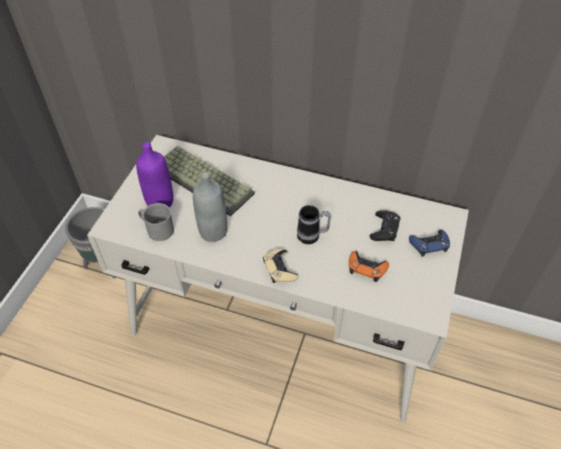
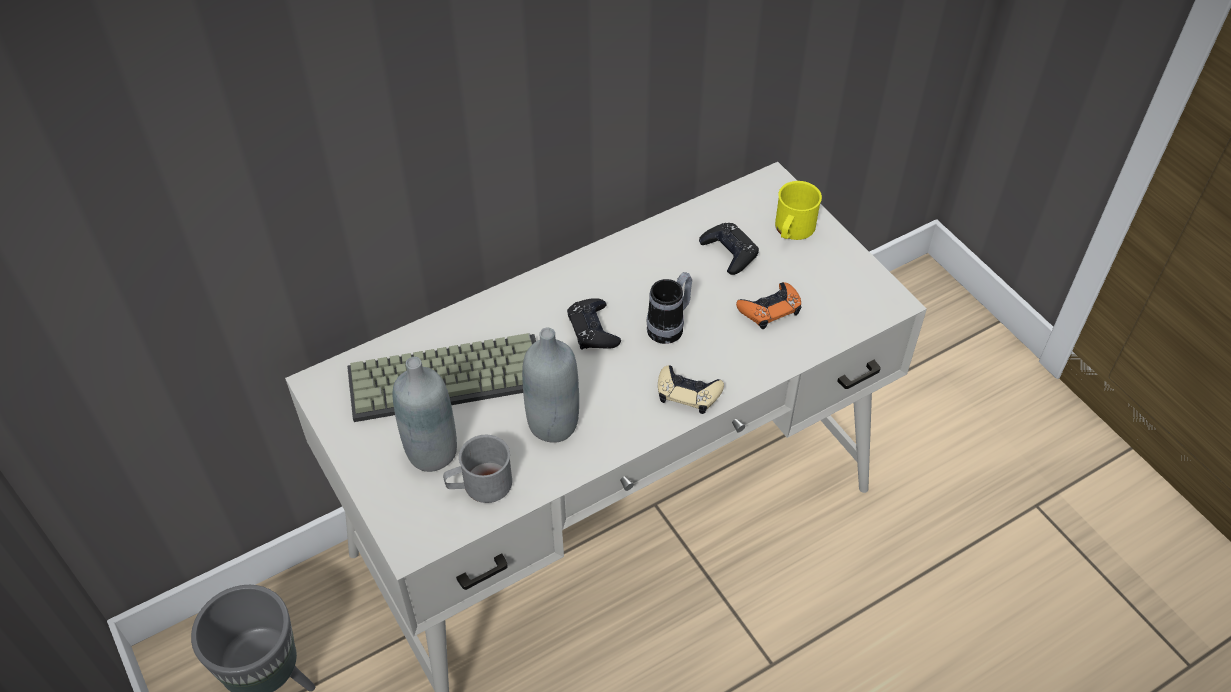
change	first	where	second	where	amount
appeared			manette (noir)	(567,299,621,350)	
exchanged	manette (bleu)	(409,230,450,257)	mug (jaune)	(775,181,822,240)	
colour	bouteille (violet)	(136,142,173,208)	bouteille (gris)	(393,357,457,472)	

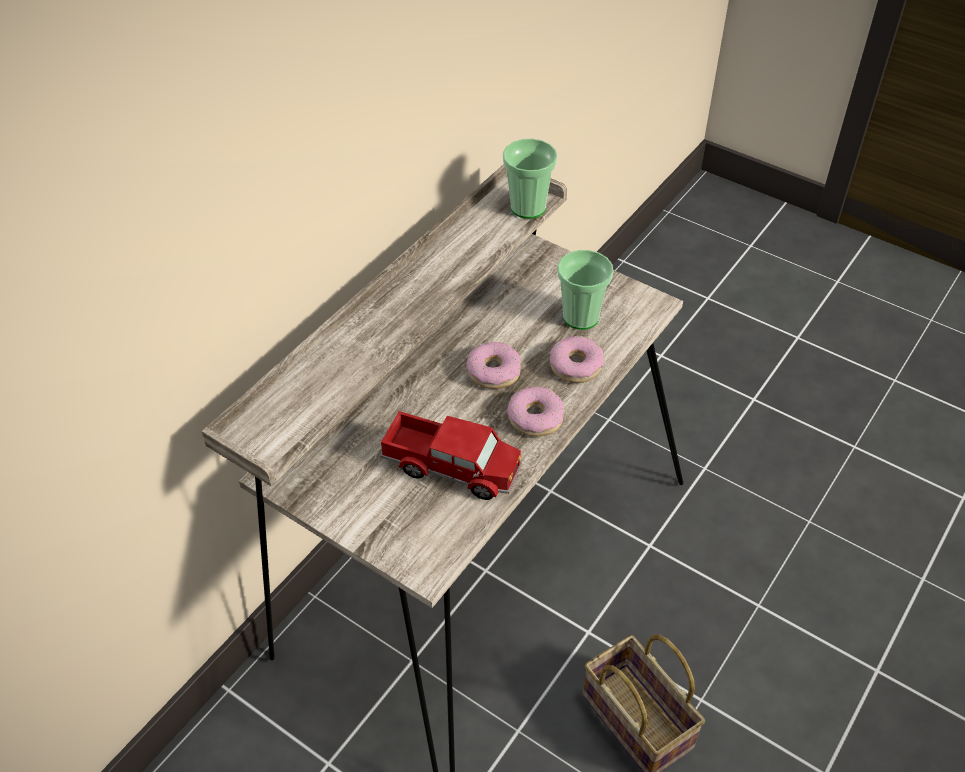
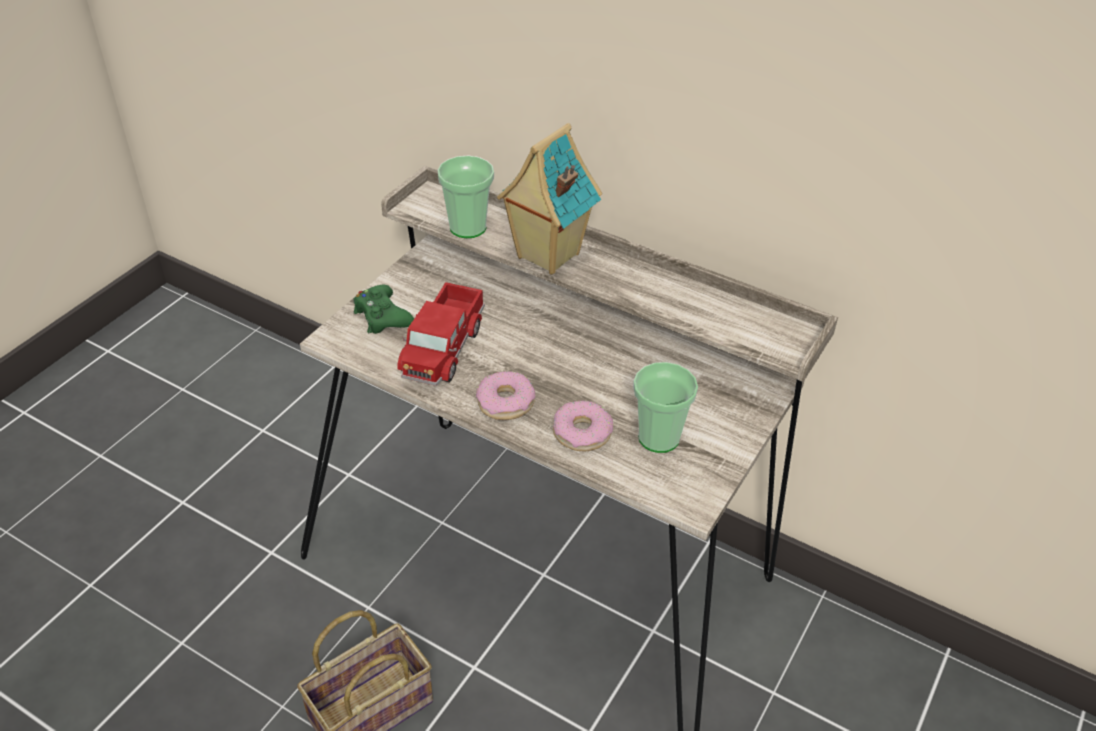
change	first	where	second	where	amount
missing	beignet	(466,342,521,389)			
appeared			manette (vert)	(353,284,414,334)	
appeared			maison miniature	(497,123,602,274)	
relocated	tasse	(503,139,558,219)		(437,156,494,238)	

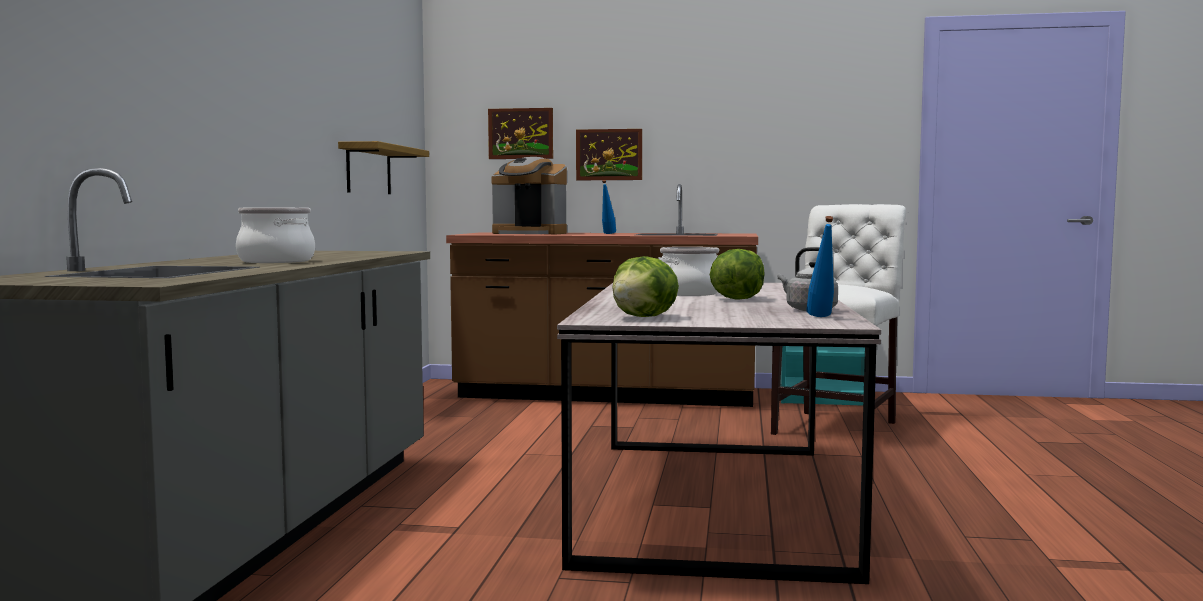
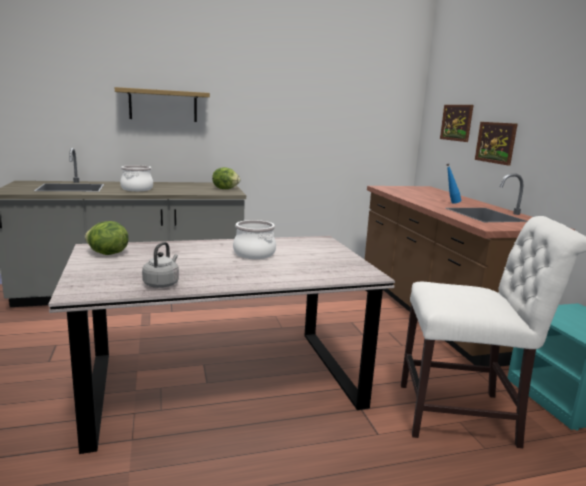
change	first	where	second	where	amount
missing	machine à café	(492,157,567,234)			
missing	bouteille (bleu)	(807,216,834,317)			
relocated	étagère	(338,141,429,194)		(115,87,210,122)	
relocated	laitue	(710,249,765,300)		(212,167,240,189)	

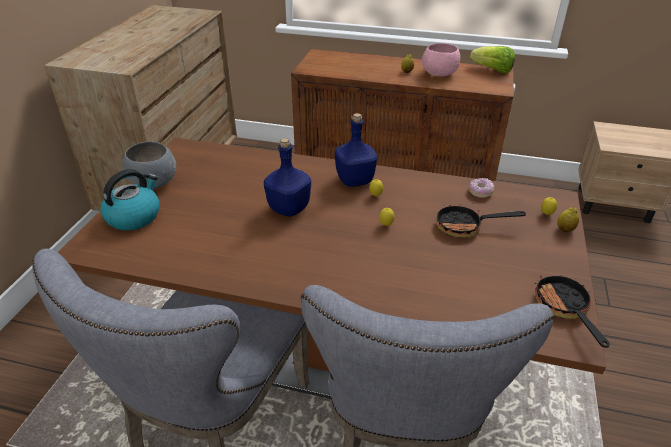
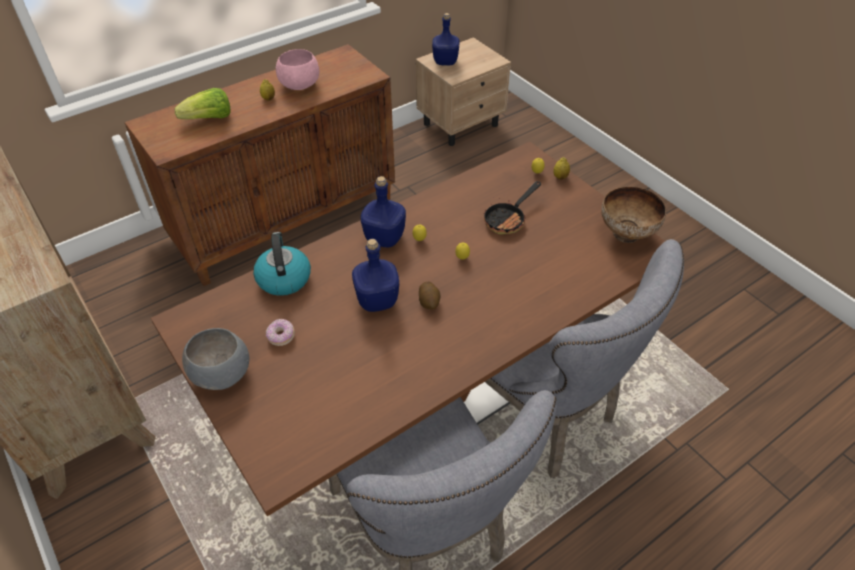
change	first	where	second	where	amount
appeared			pomme de terre	(419,282,441,310)	
appeared			bouteille (bleu)	(432,13,459,66)	
relocated	bouilloire	(100,169,159,230)		(253,232,311,296)	
relocated	beignet	(469,178,494,198)		(266,319,295,346)	
relocated	laitue	(470,46,515,74)		(175,88,230,119)	
exchanged	poêle	(535,269,610,348)	bol	(601,186,666,243)	

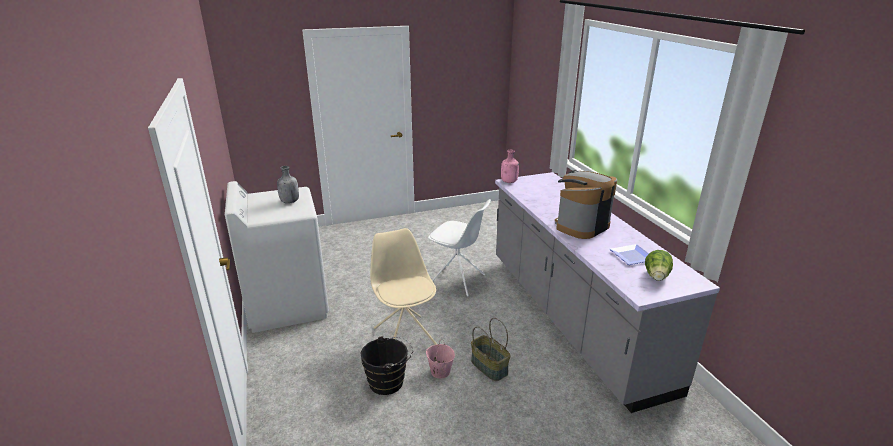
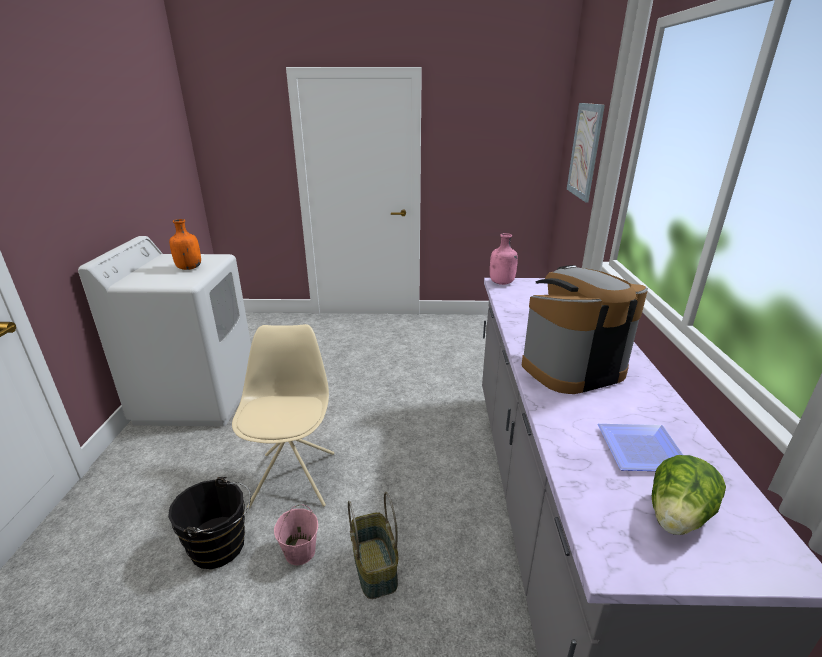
change	first	where	second	where	amount
missing	chaise (blanc)	(428,199,491,297)			
appeared			tableau	(567,103,605,202)	
colour	bouteille (gris)	(277,166,299,203)	bouteille (orange)	(169,219,201,270)	

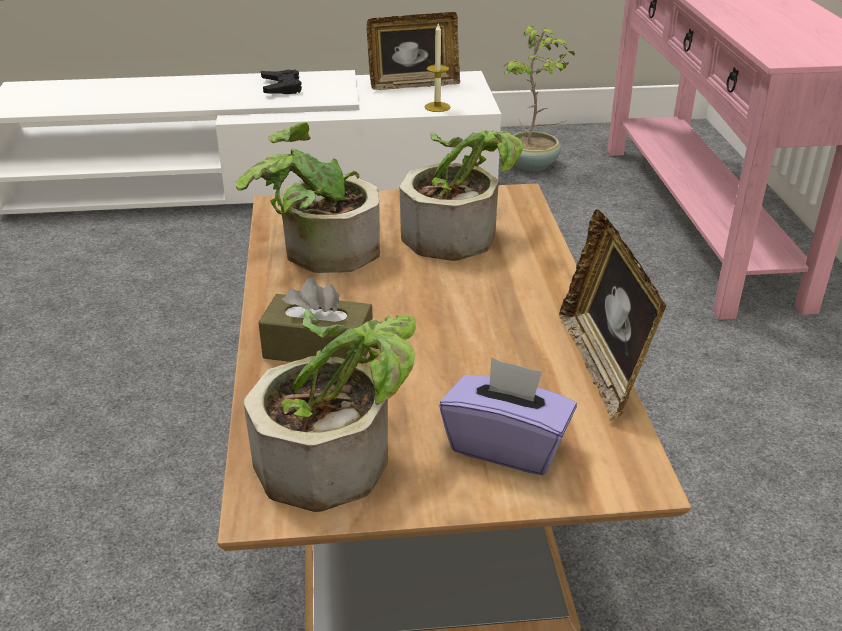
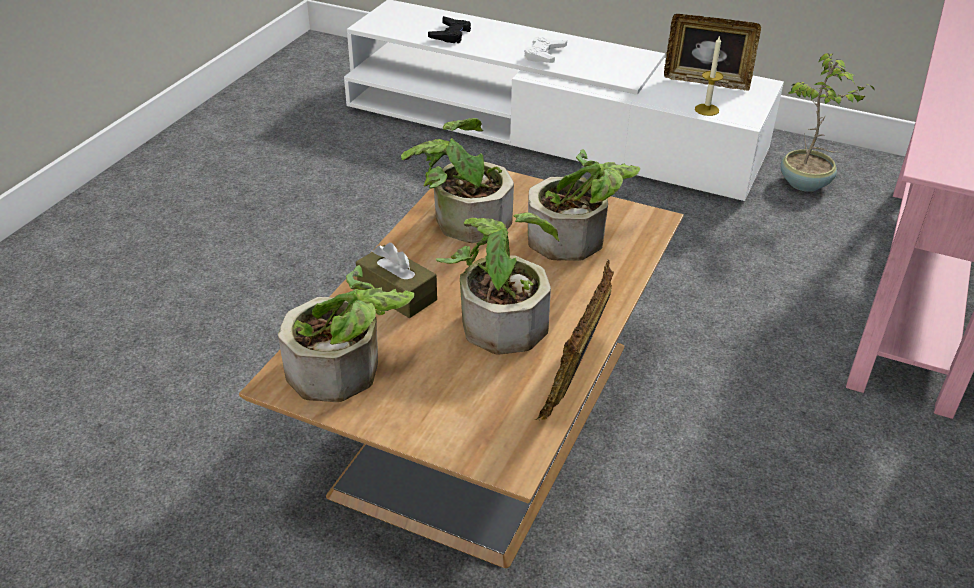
change	first	where	second	where	amount
missing	boîte à mouchoirs (violet)	(439,357,577,475)			
appeared			plante en pot	(436,212,560,355)	
appeared			manette (blanc)	(524,37,567,63)	
relocated	manette (noir)	(261,70,302,94)		(428,16,471,43)	

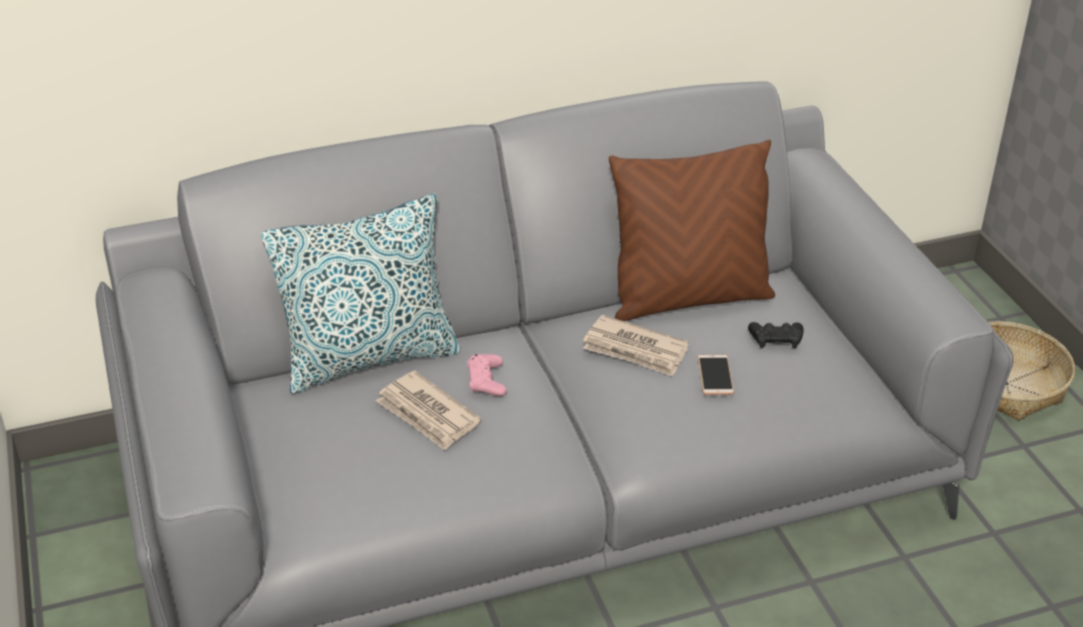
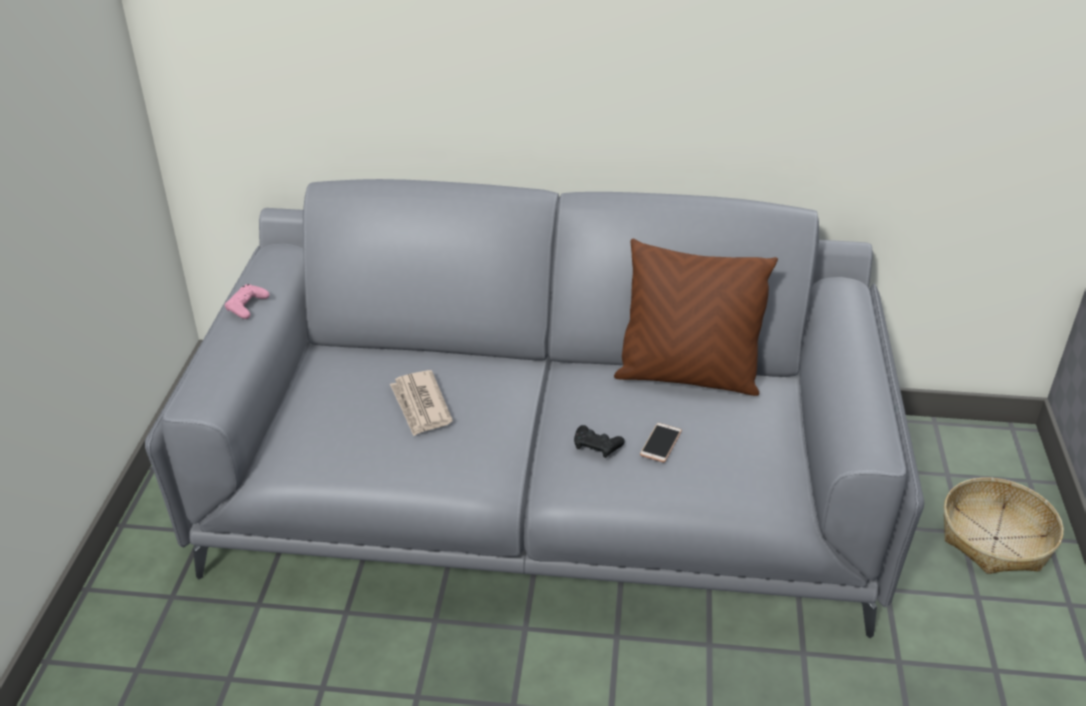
change	first	where	second	where	amount
missing	coussin	(261,193,461,394)			
missing	journal	(583,315,689,376)			
relocated	manette (rose)	(467,354,507,396)		(225,284,270,319)	
relocated	manette (noir)	(748,322,804,348)		(574,425,625,458)	

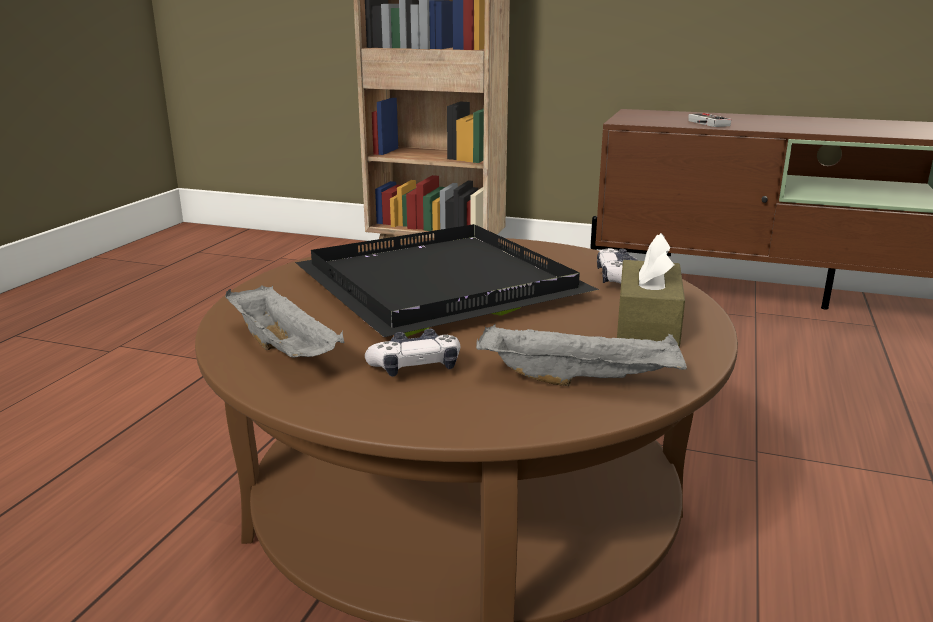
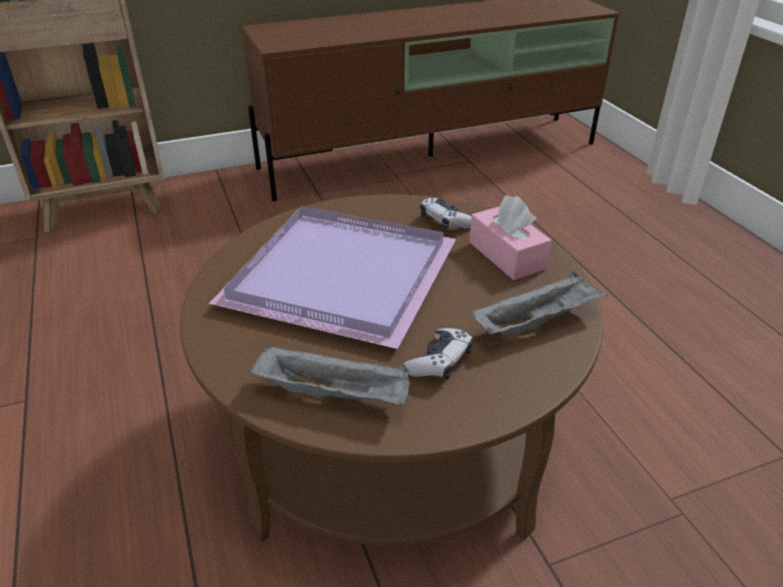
change	first	where	second	where	amount
missing	manette	(688,113,731,127)			
colour	plateau (noir)	(295,224,599,337)	plateau (violet)	(209,206,456,349)	
colour	boîte à mouchoirs (marron)	(617,233,685,347)	boîte à mouchoirs (rose)	(469,195,552,280)	

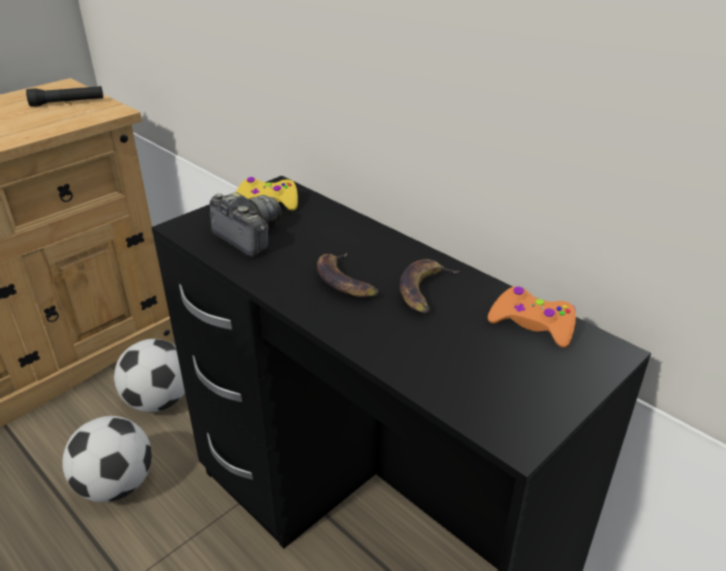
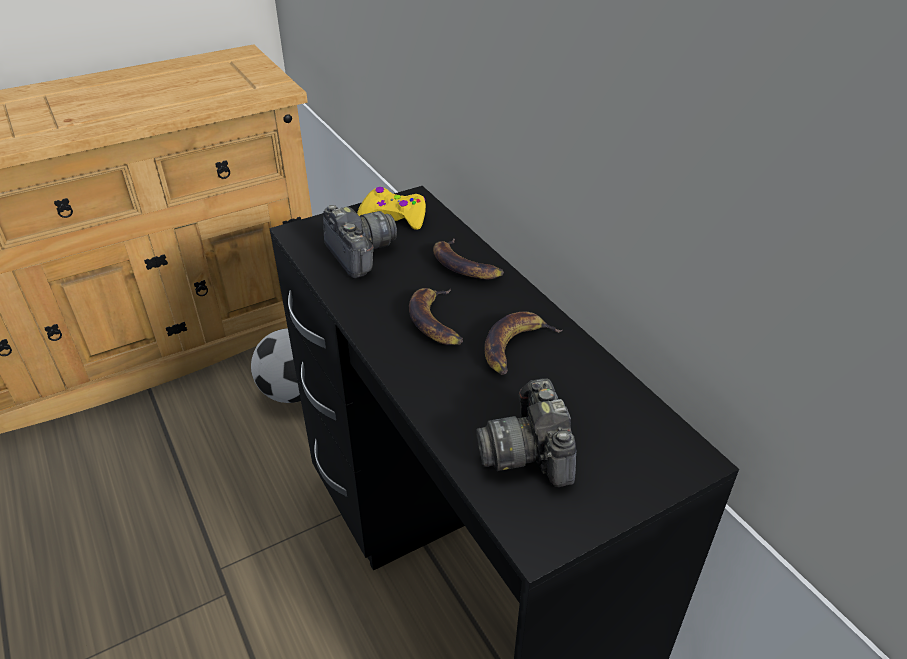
change	first	where	second	where	amount
missing	lampe de poche (noir)	(26,86,103,107)			
missing	ballon de foot	(62,416,152,502)			
missing	manette (orange)	(488,286,576,348)			
appeared			banane	(433,239,504,279)	
appeared			appareil photo	(476,378,577,487)	

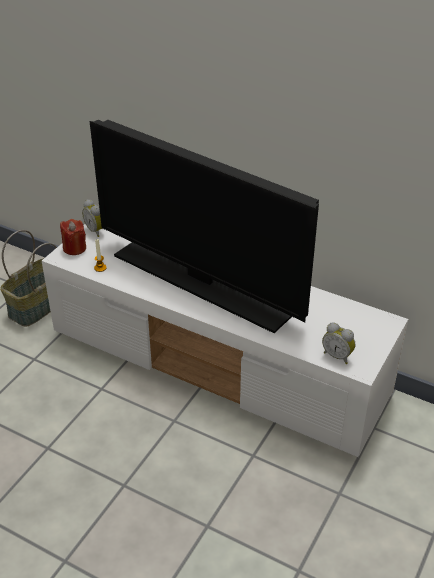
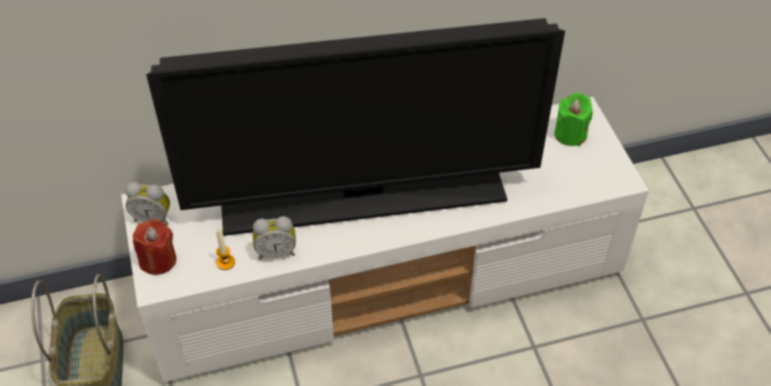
change	first	where	second	where	amount
appeared			bougie (vert)	(554,93,593,146)	
relocated	réveil	(322,323,355,364)		(253,216,296,260)	

